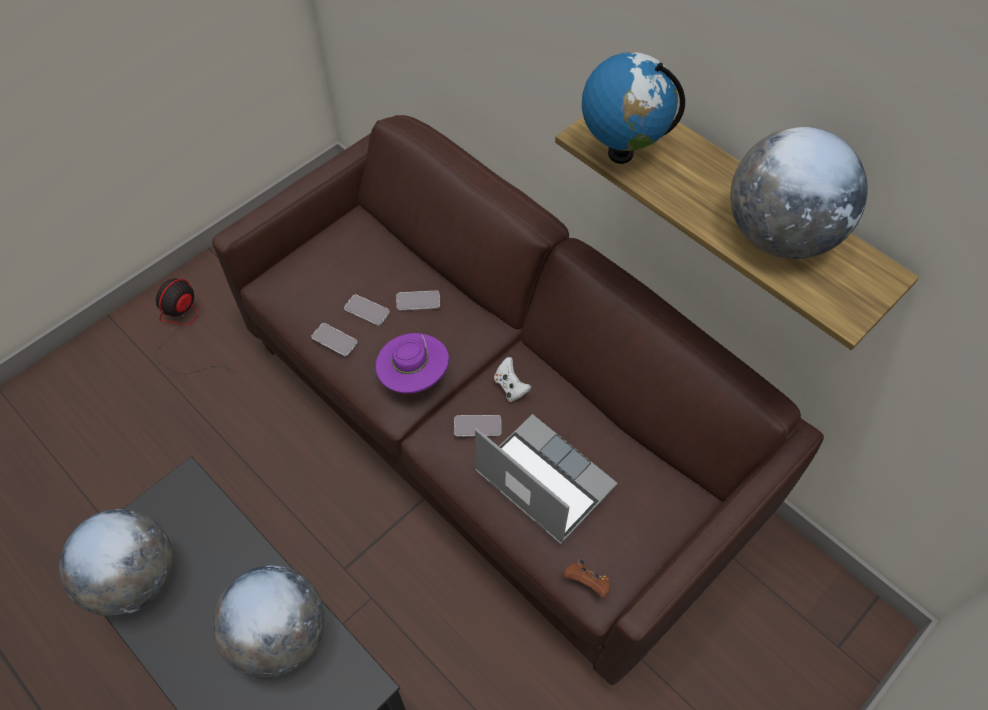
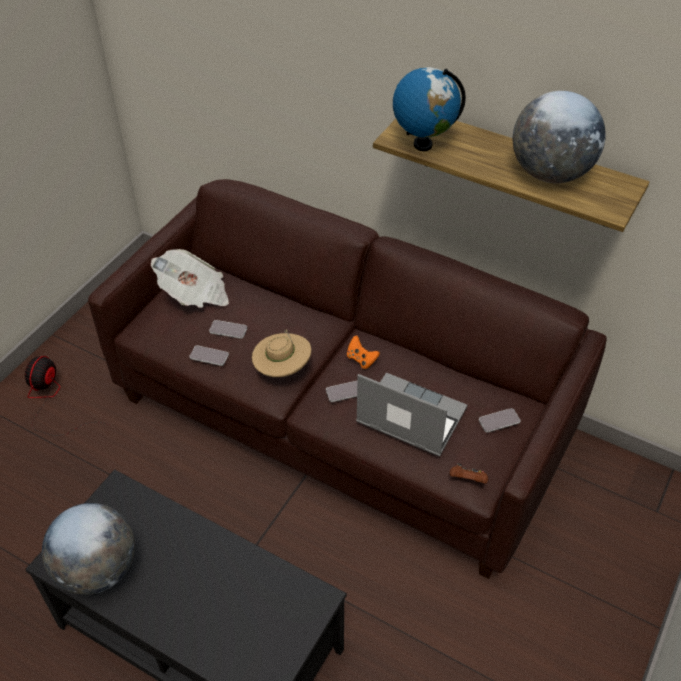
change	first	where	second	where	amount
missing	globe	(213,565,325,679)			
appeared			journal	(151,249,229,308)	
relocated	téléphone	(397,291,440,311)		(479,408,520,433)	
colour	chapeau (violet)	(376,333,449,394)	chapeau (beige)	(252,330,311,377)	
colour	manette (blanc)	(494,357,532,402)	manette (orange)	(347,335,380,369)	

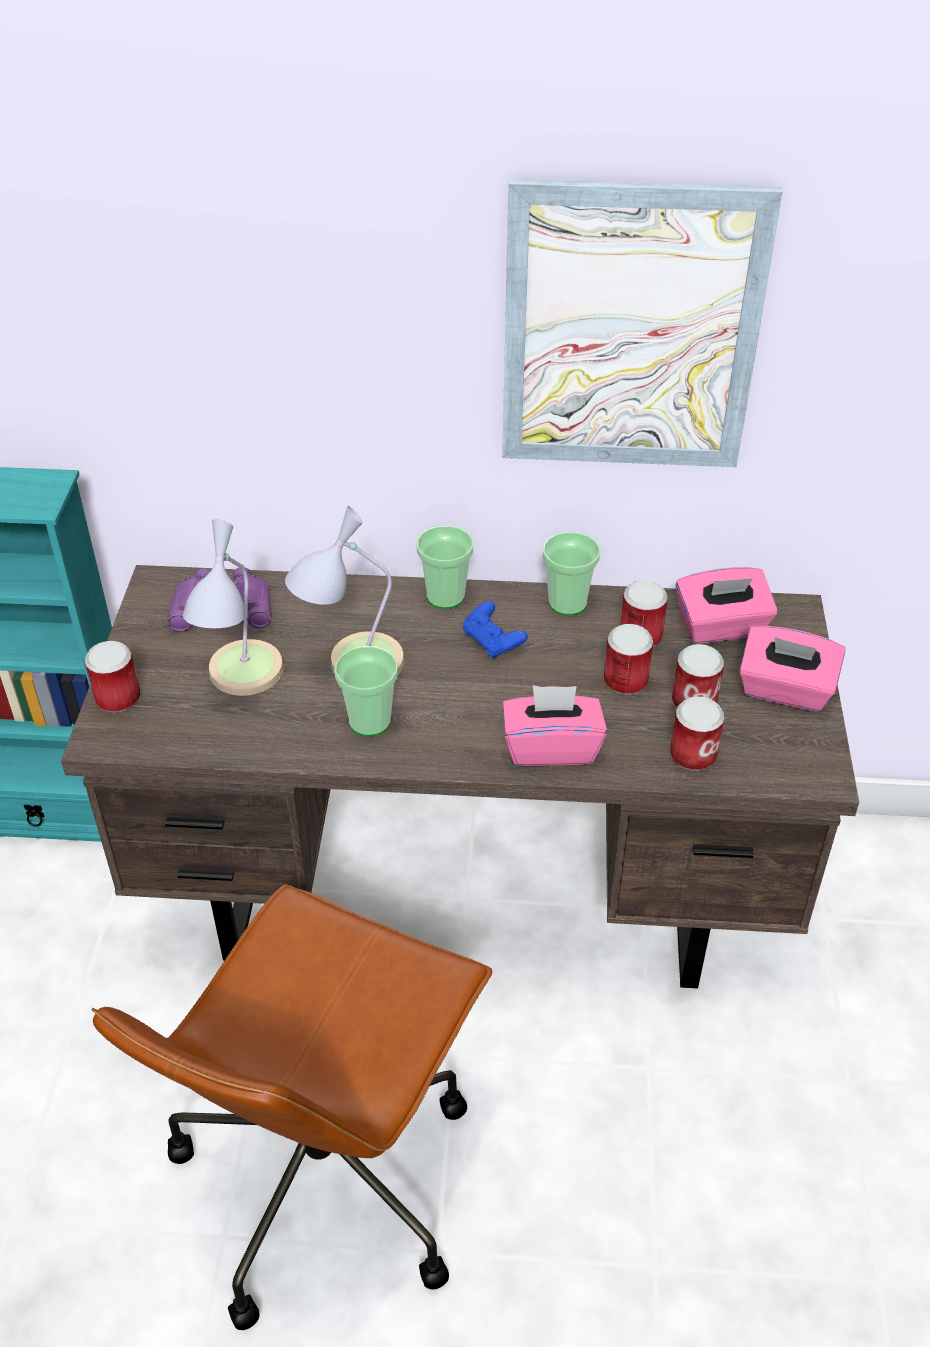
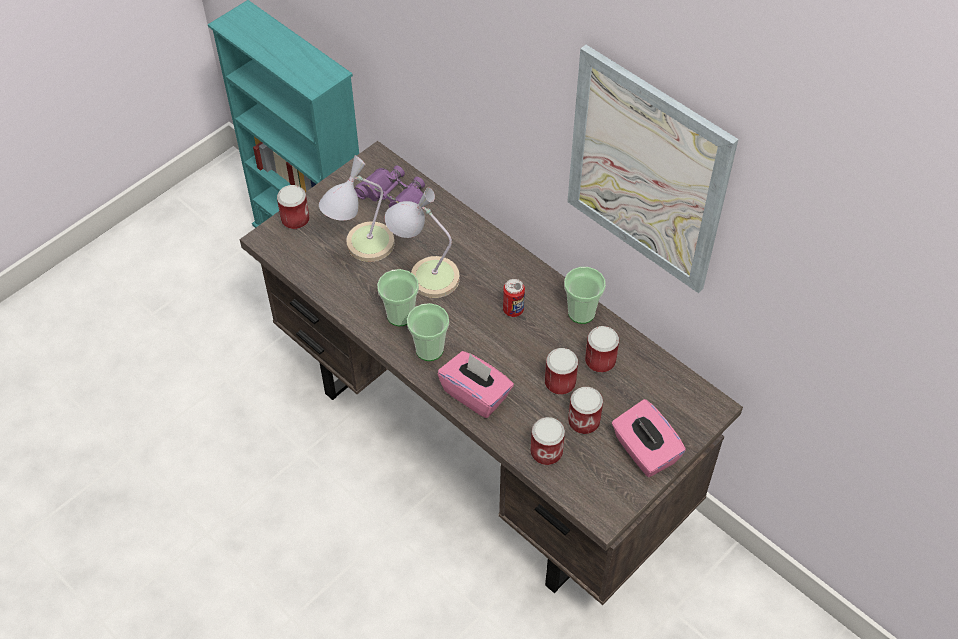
change	first	where	second	where	amount
missing	chaise de bureau (marron)	(91,884,492,1330)			
missing	boîte à mouchoirs (rose)	(676,567,778,644)			
relocated	tasse	(417,526,473,609)		(407,303,449,361)	
exchanged	manette (bleu)	(463,601,528,659)	boîte métallique	(503,279,525,317)	

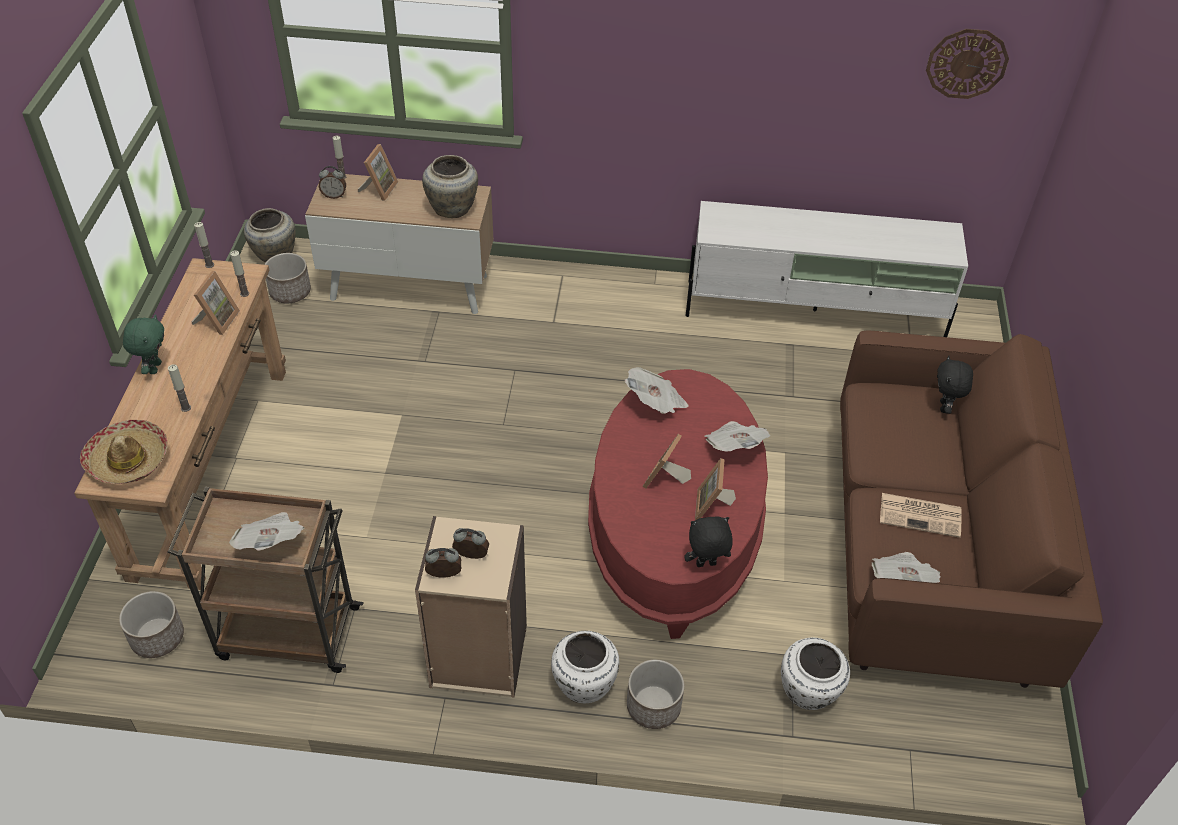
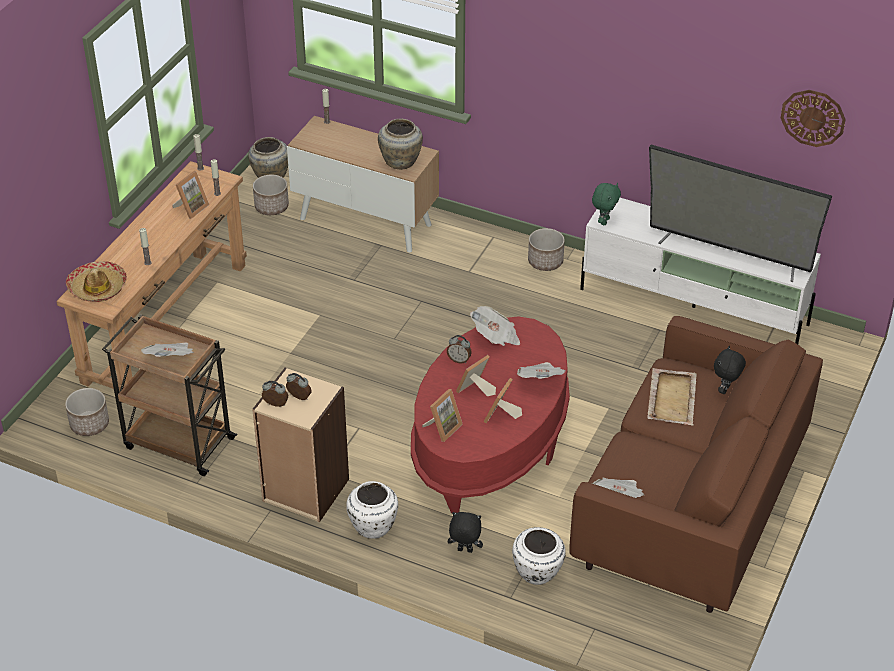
change	first	where	second	where	amount
missing	journal	(880,493,962,538)			
appeared			plateau (beige)	(647,368,697,426)	
appeared			téléviseur	(649,145,832,282)	
relocated	peluche (vert)	(123,315,164,374)		(592,183,621,225)	
relocated	réveil	(319,166,346,199)		(447,335,472,363)	
relocated	cadre photo	(358,144,398,201)		(422,389,463,442)	
relocated	cache-pot	(627,659,684,729)		(528,228,565,271)	
relocated	peluche (noir)	(684,516,733,567)		(448,512,483,553)	

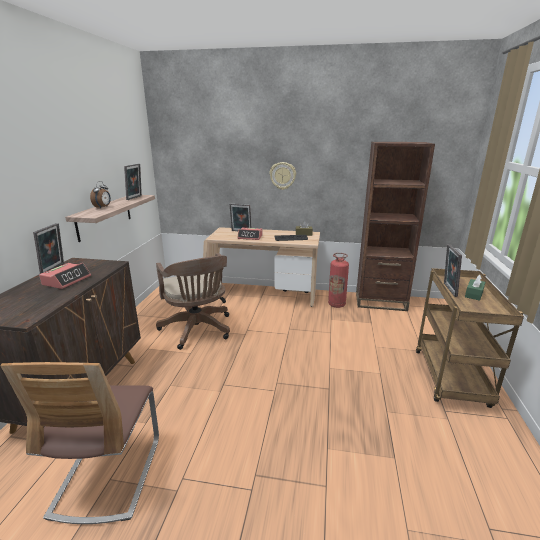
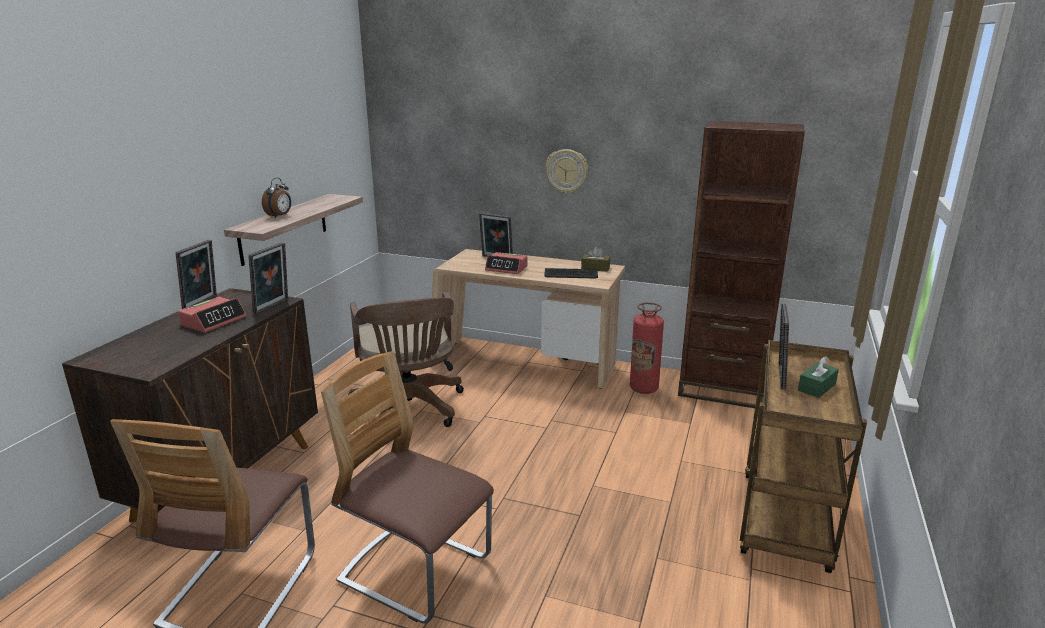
change	first	where	second	where	amount
appeared			chaise	(321,351,494,624)	
relocated	cadre photo	(124,164,142,200)		(248,242,288,314)	

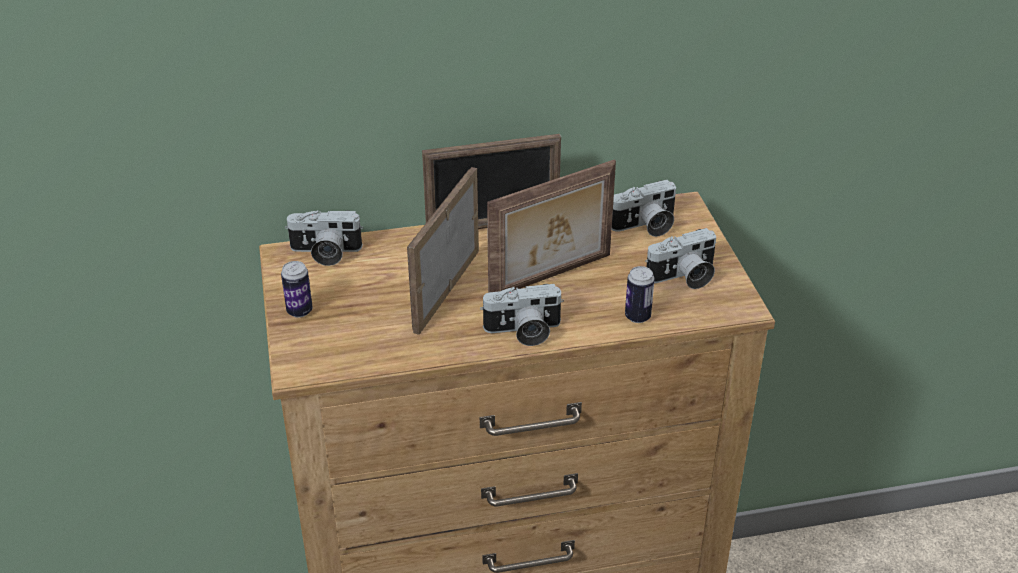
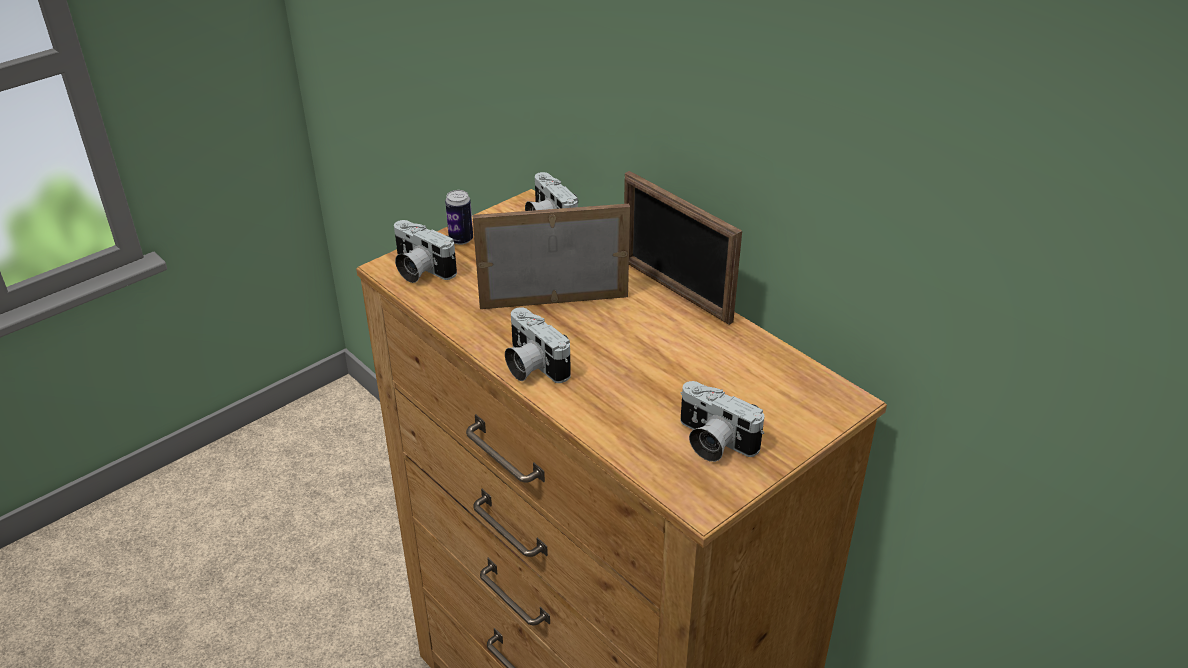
change	first	where	second	where	amount
missing	cadre photo	(487,160,616,293)			
missing	boîte métallique	(625,266,655,323)			
relocated	appareil photo	(612,180,676,237)		(394,220,457,283)	

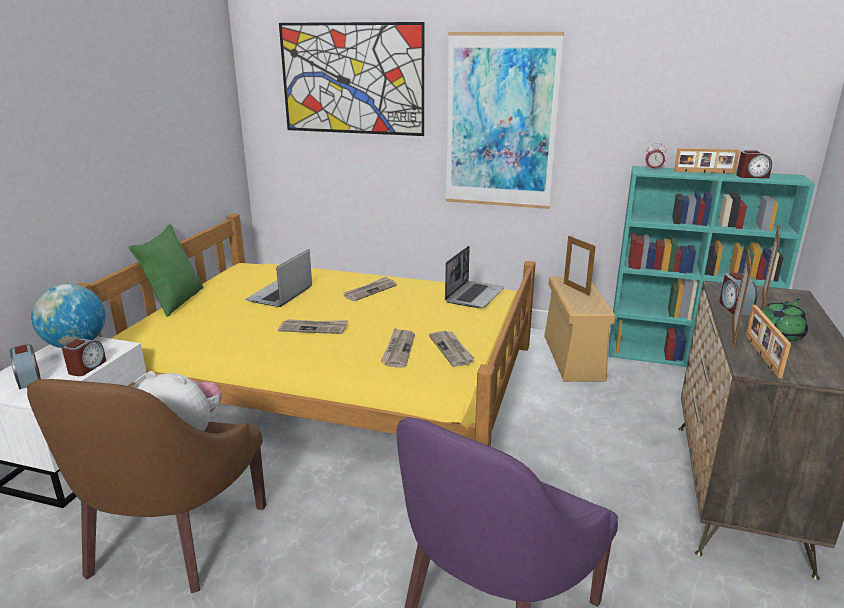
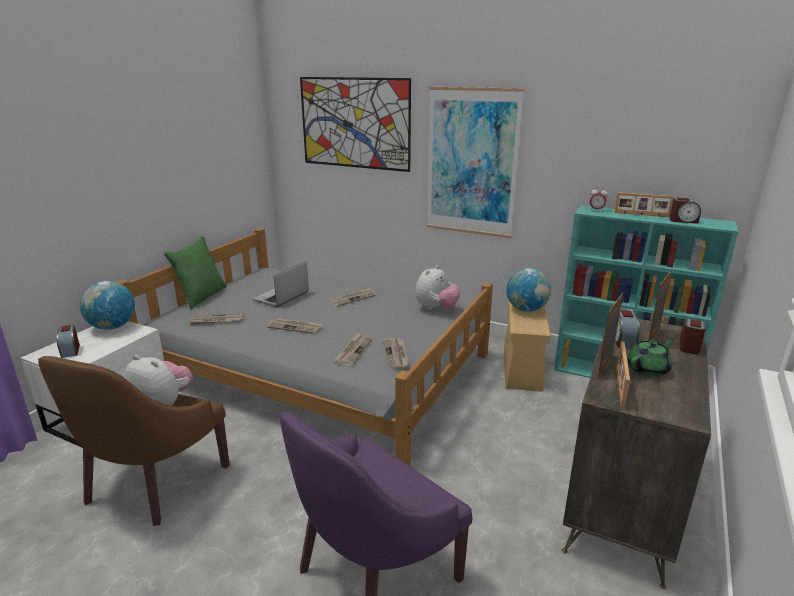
change	first	where	second	where	amount
appeared			journal	(187,313,244,325)	
relocated	réveil	(62,338,106,376)		(680,318,706,355)	
exchanged	ordinateur portable	(445,246,504,308)	peluche	(415,265,461,310)	
exchanged	cadre photo	(564,236,596,296)	globe	(506,268,551,312)	
colour	lit (jaune)	(76,213,536,447)	lit (gris)	(117,228,493,465)	

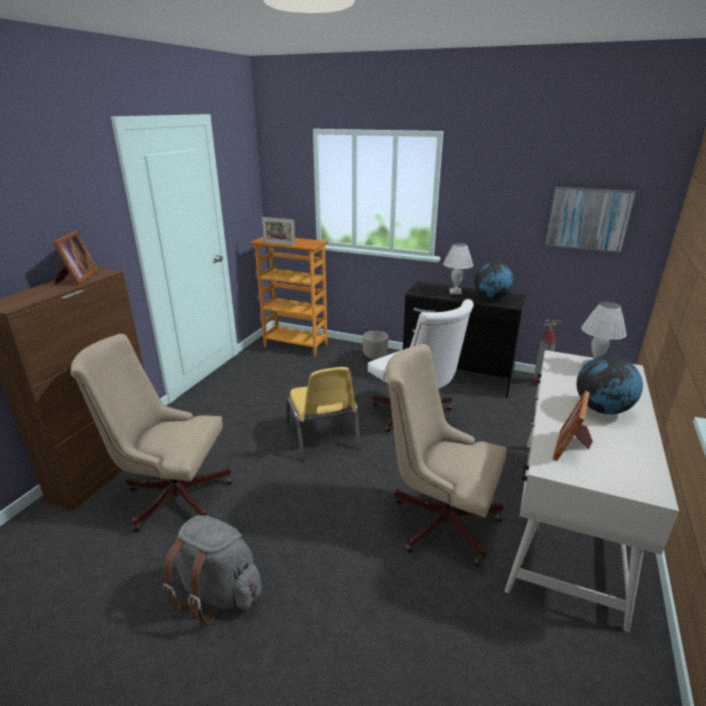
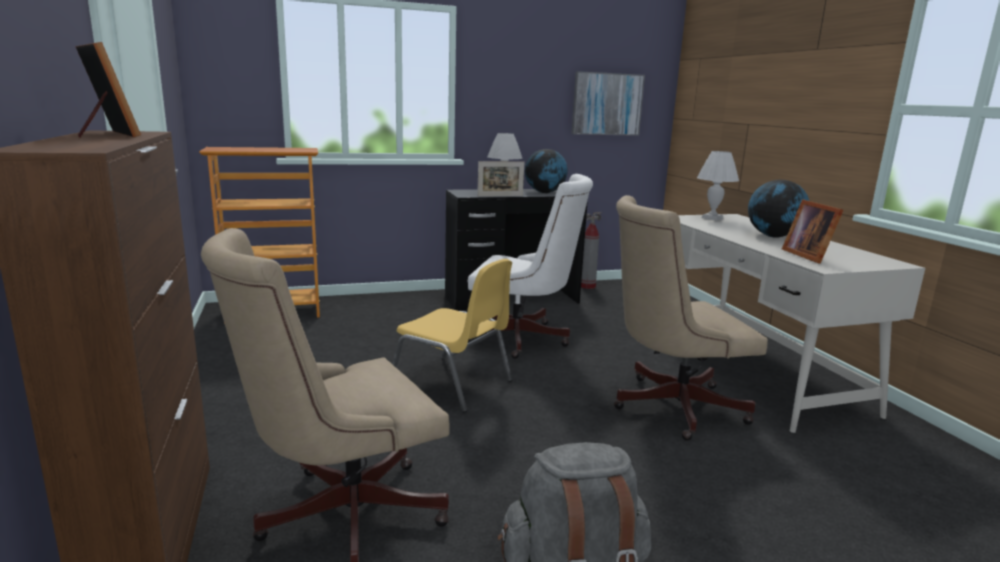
change	first	where	second	where	amount
missing	cache-pot	(362,331,389,360)			
relocated	cadre photo	(262,217,295,246)		(477,161,524,197)	

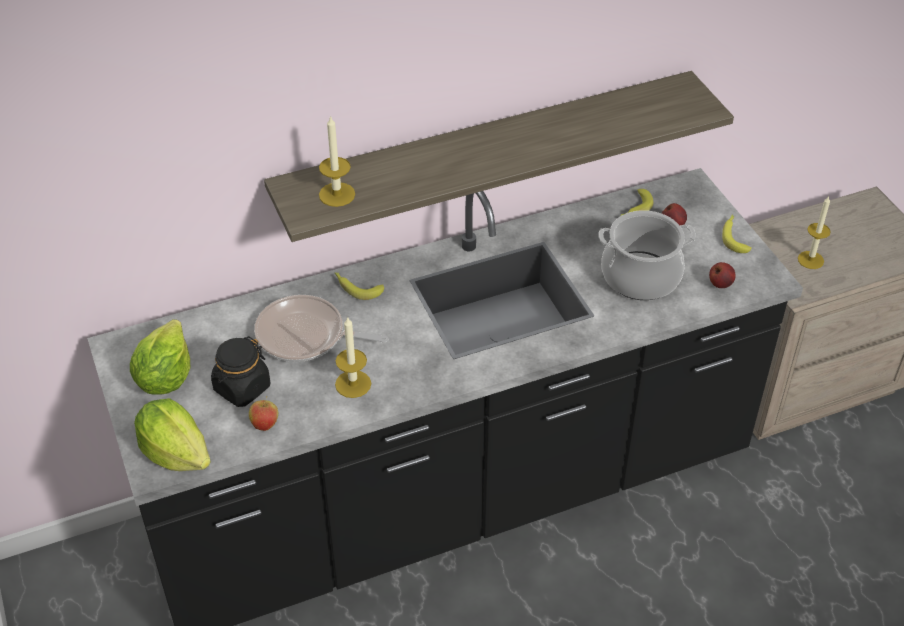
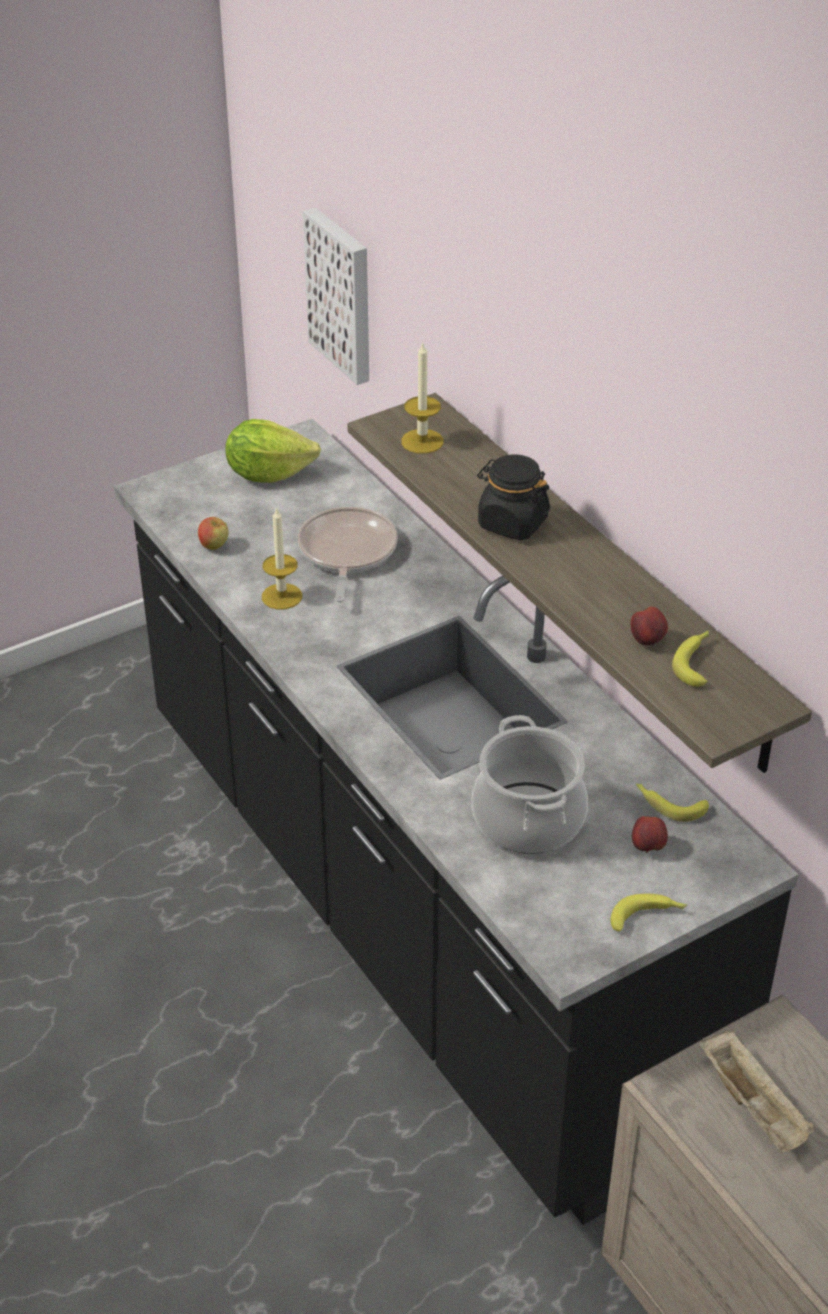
change	first	where	second	where	amount
missing	laitue	(134,398,211,471)			
appeared			tableau	(303,208,369,385)	
relocated	bocal (noir)	(211,336,270,407)		(477,454,550,540)	
relocated	banane	(335,272,384,300)		(672,630,709,687)	
relocated	pomme	(709,262,736,288)		(631,607,668,646)	
exchanged	bougie	(798,195,831,269)	plateau (beige)	(699,1030,814,1153)	

